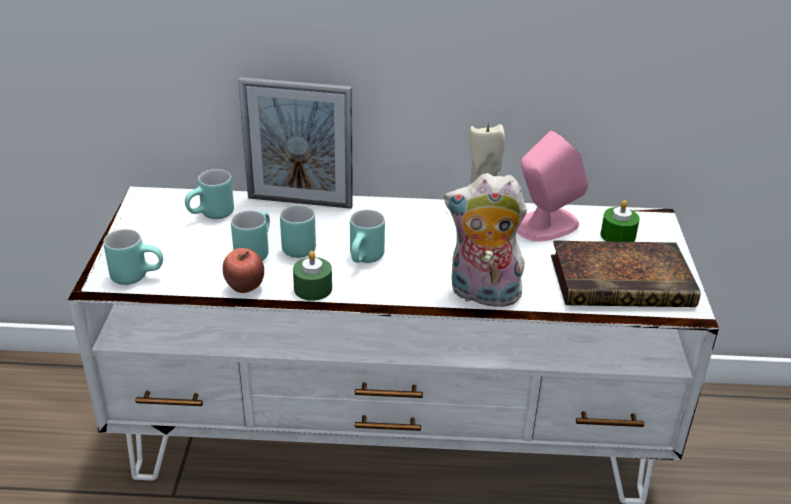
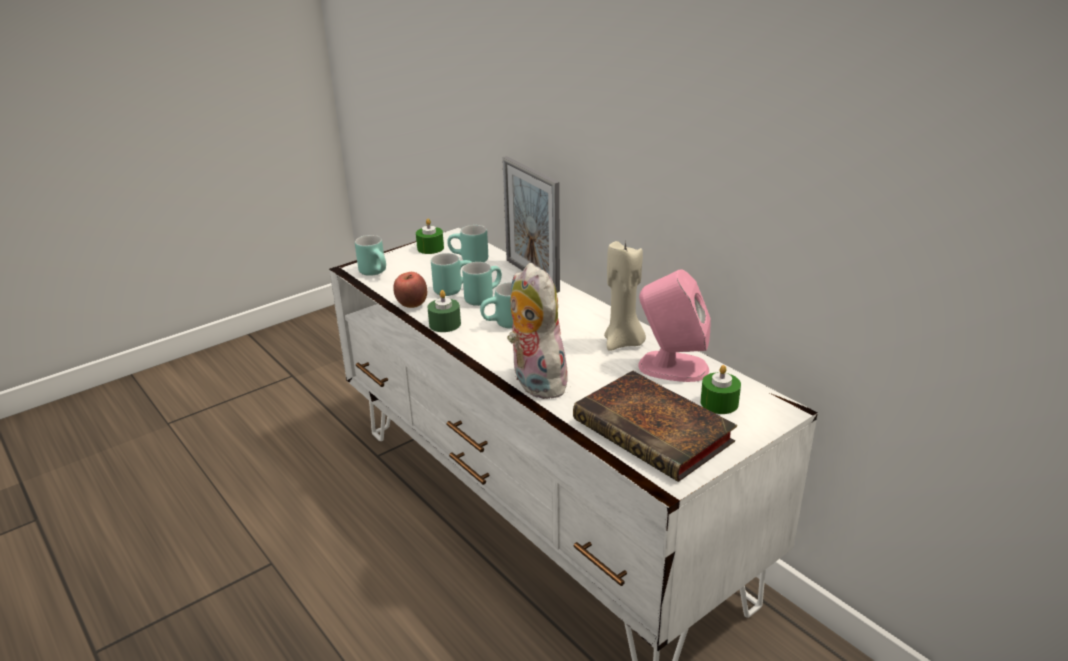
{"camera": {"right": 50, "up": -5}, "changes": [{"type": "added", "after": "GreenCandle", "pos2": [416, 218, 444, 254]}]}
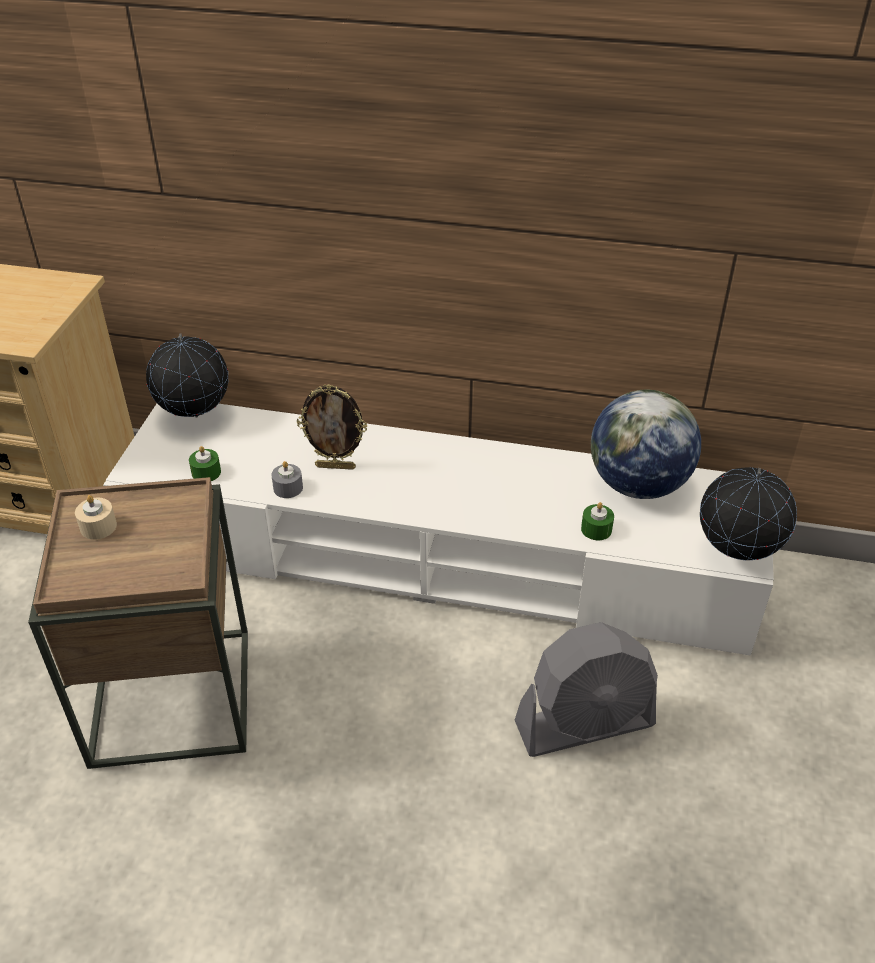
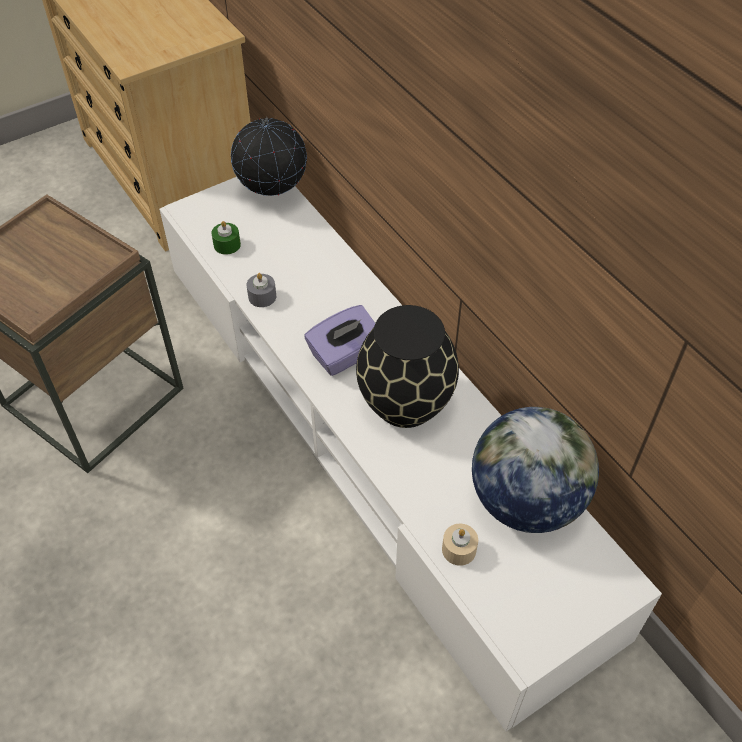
{"camera": {"right": 45, "up": 10}, "changes": [{"type": "removed", "before": "PictureFrame", "pos1": [297, 384, 367, 470]}, {"type": "removed", "before": "GreyFan", "pos1": [515, 622, 658, 757]}, {"type": "removed", "before": "GreenCandle", "pos1": [581, 502, 614, 540]}, {"type": "removed", "before": "Globe", "pos1": [700, 467, 797, 560]}, {"type": "added", "after": "PurpleTissueBox", "pos2": [304, 305, 375, 376]}, {"type": "added", "after": "BlackVase", "pos2": [356, 305, 459, 428]}, {"type": "moved", "before": "BeigeCandle", "pos1": [75, 495, 117, 540], "pos2": [442, 524, 478, 566]}]}
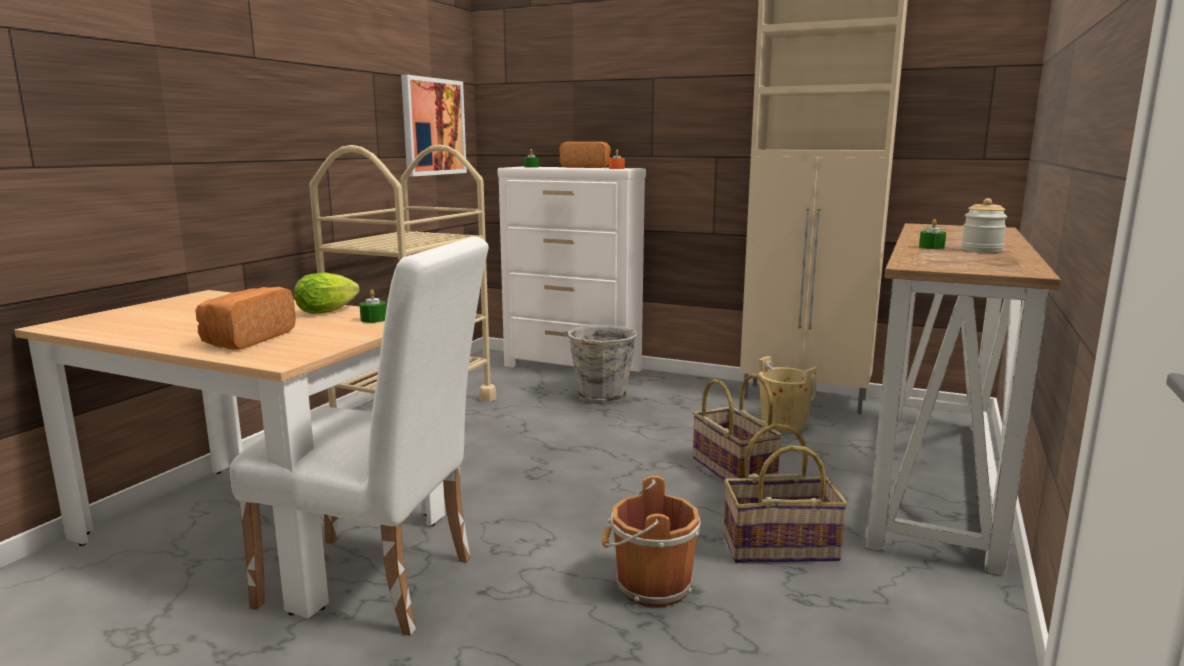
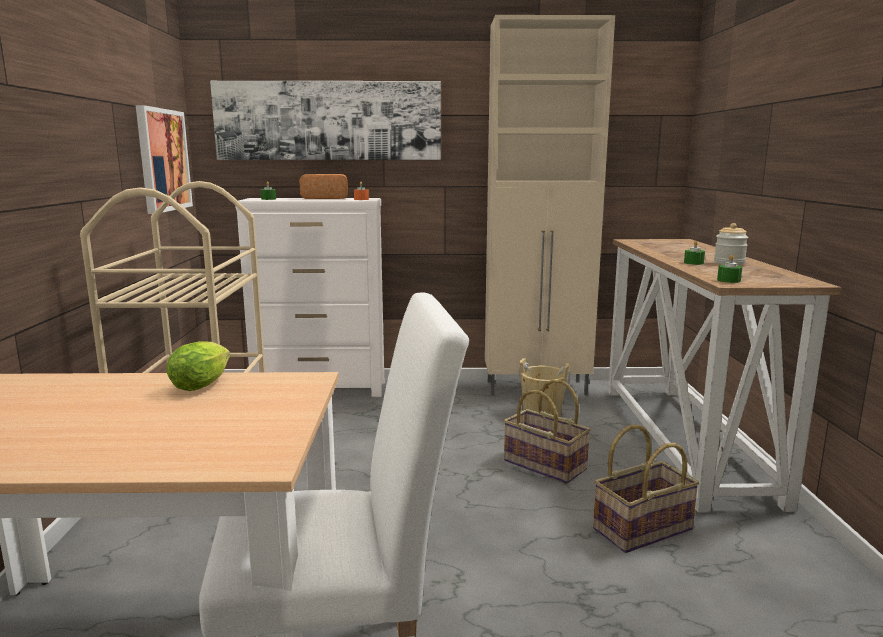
{"camera": {"right": -25, "up": 0}, "changes": [{"type": "removed", "before": "Bread", "pos1": [195, 287, 296, 350]}, {"type": "removed", "before": "GreyBucket", "pos1": [563, 325, 637, 404]}, {"type": "removed", "before": "BrownBucket", "pos1": [602, 475, 701, 607]}, {"type": "added", "after": "Picture", "pos2": [210, 81, 441, 160]}, {"type": "moved", "before": "GreenCandle", "pos1": [359, 289, 386, 323], "pos2": [717, 255, 742, 283]}]}
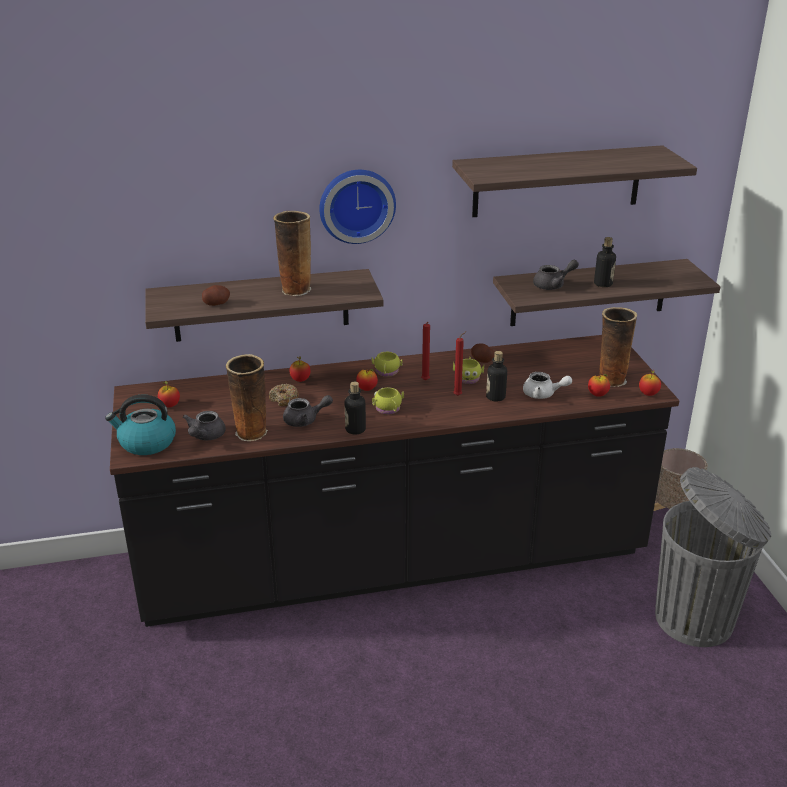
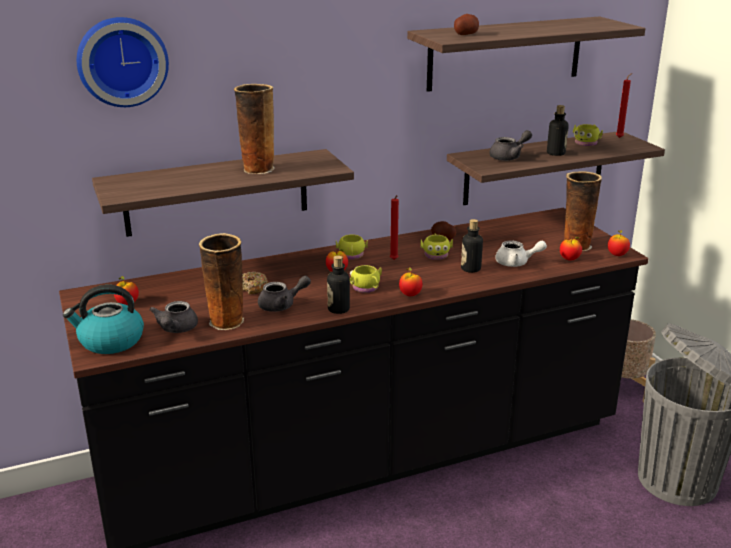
{"camera": {"right": -10, "up": -5}, "changes": [{"type": "added", "after": "YellowMug", "pos2": [573, 124, 603, 146]}, {"type": "moved", "before": "Potato", "pos1": [202, 285, 230, 306], "pos2": [454, 14, 479, 35]}, {"type": "moved", "before": "Apple", "pos1": [290, 356, 310, 382], "pos2": [399, 267, 423, 296]}, {"type": "moved", "before": "WallClock", "pos1": [319, 170, 396, 244], "pos2": [77, 17, 169, 107]}, {"type": "moved", "before": "RedCandle", "pos1": [453, 331, 467, 396], "pos2": [616, 73, 632, 138]}]}
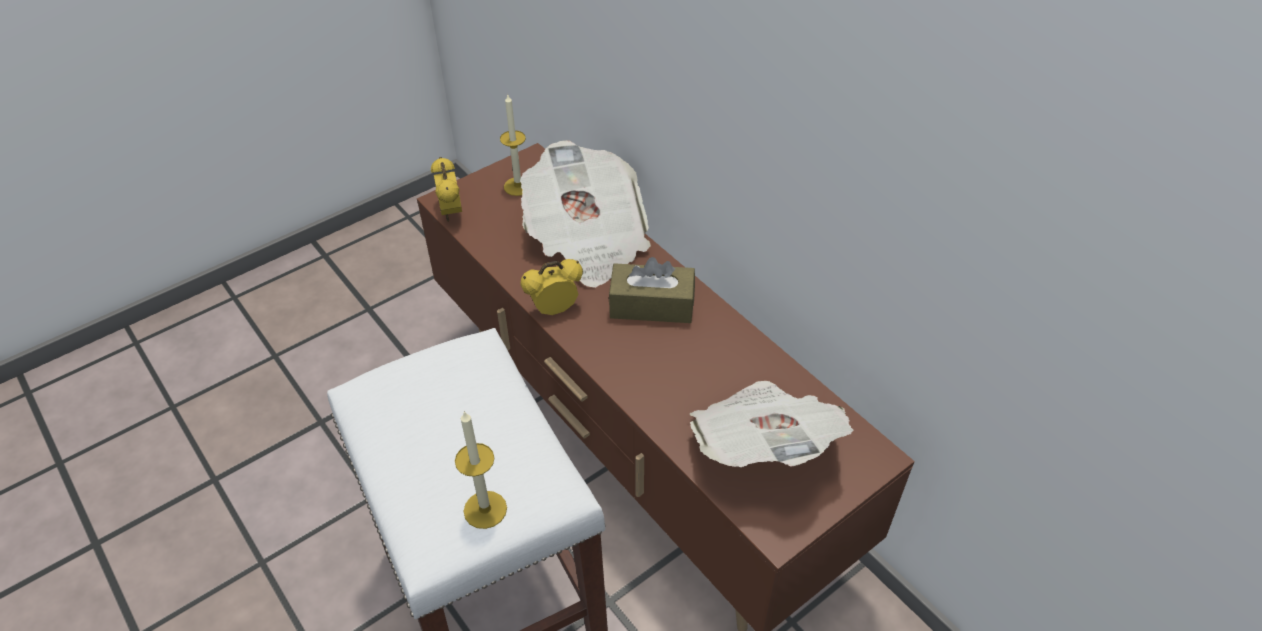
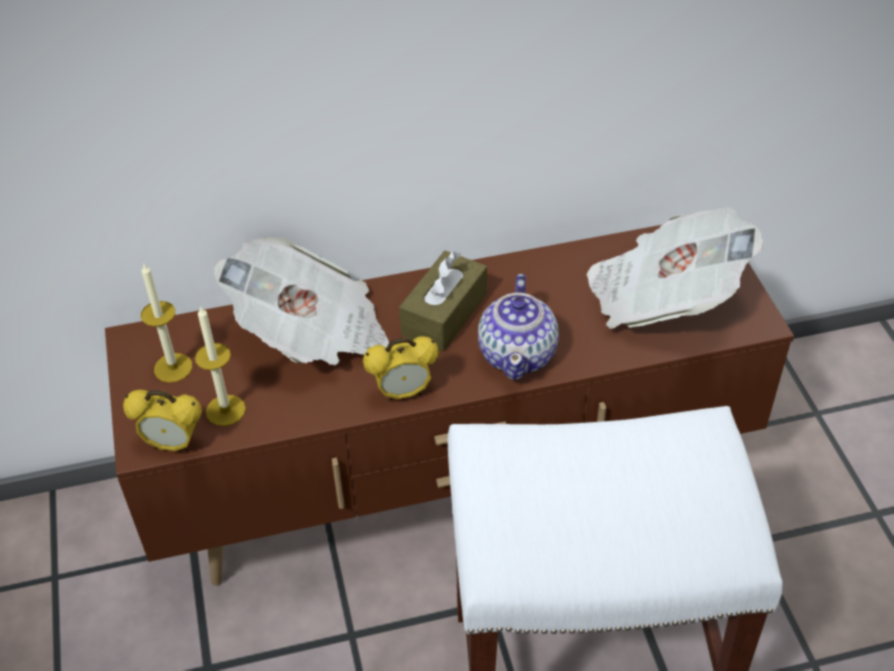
{"camera": {"right": -65, "up": 0}, "changes": [{"type": "added", "after": "Teapot", "pos2": [478, 274, 559, 380]}, {"type": "moved", "before": "Candle", "pos1": [455, 411, 507, 529], "pos2": [195, 305, 246, 426]}, {"type": "turned", "before": "AlarmClock", "pos1": [520, 259, 583, 315], "pos2": [363, 336, 439, 401], "turn": -105}]}
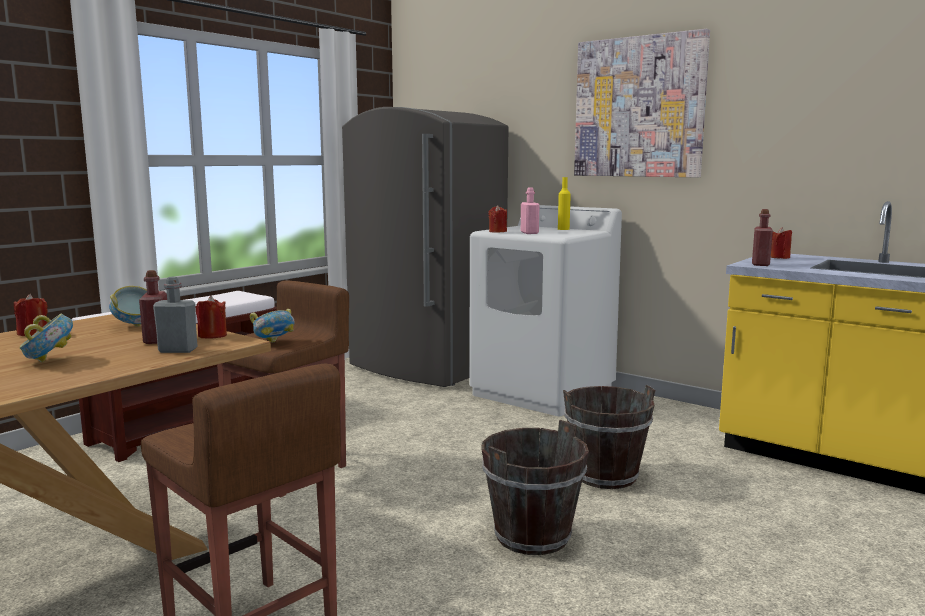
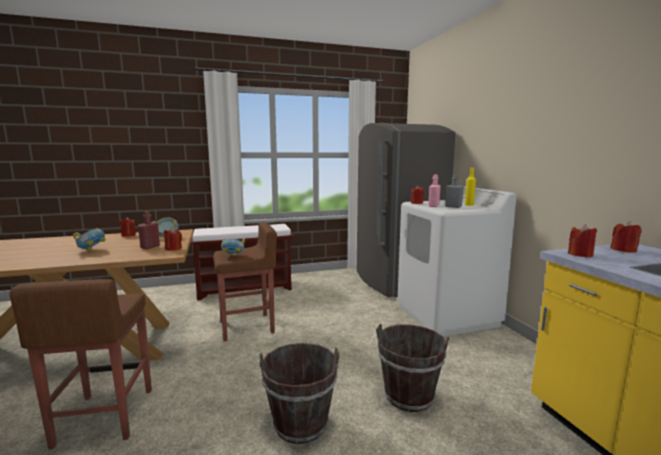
{"camera": {"right": 35, "up": 0}, "changes": [{"type": "removed", "before": "Picture", "pos1": [574, 29, 710, 177]}, {"type": "moved", "before": "GreyBottle", "pos1": [153, 277, 198, 353], "pos2": [445, 175, 464, 208]}, {"type": "replaced", "before": "RedBottle", "after": "RedCandle", "pos1": [752, 209, 773, 266], "pos2": [568, 224, 597, 257]}]}
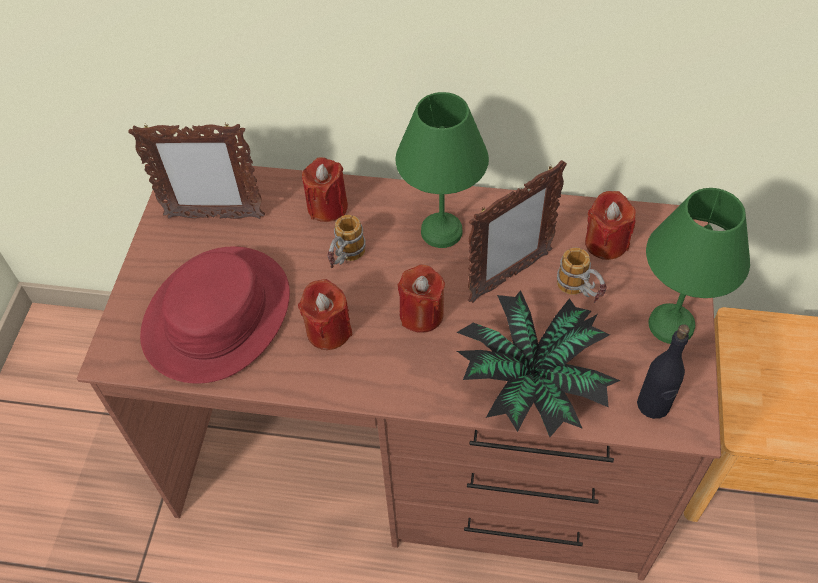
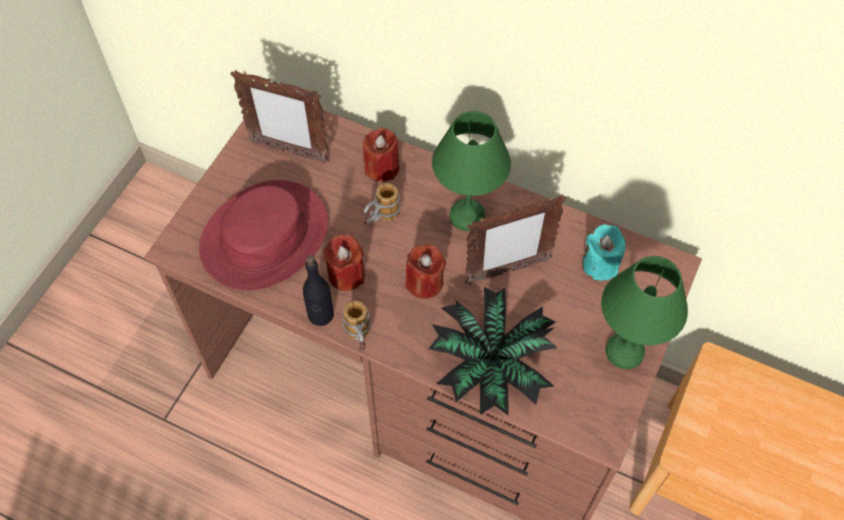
{"camera": {"right": 15, "up": 5}, "changes": [{"type": "moved", "before": "Mug", "pos1": [557, 248, 607, 303], "pos2": [342, 301, 371, 353]}, {"type": "moved", "before": "BlackBottle", "pos1": [637, 324, 690, 419], "pos2": [303, 255, 334, 326]}, {"type": "recoloured", "before": "RedCandle", "after": "TurquoiseCandle", "pos1": [585, 191, 636, 260], "pos2": [582, 224, 626, 281]}]}
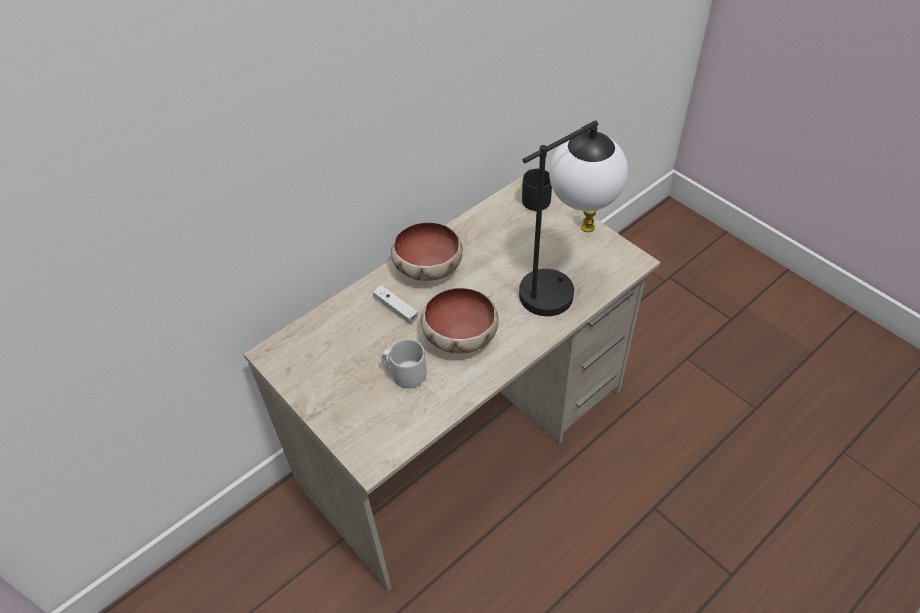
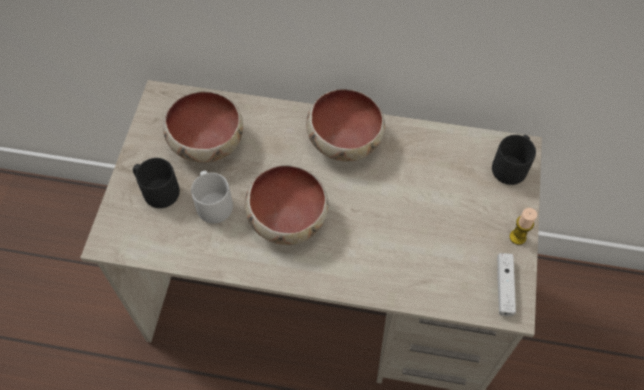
{"camera": {"right": 50, "up": 10}, "changes": [{"type": "removed", "before": "TableLamp", "pos1": [519, 120, 628, 316]}, {"type": "added", "after": "BlackMug", "pos2": [133, 158, 180, 208]}, {"type": "added", "after": "Bowl", "pos2": [163, 91, 243, 163]}, {"type": "moved", "before": "WhiteGameController", "pos1": [373, 285, 418, 323], "pos2": [497, 253, 516, 316]}]}
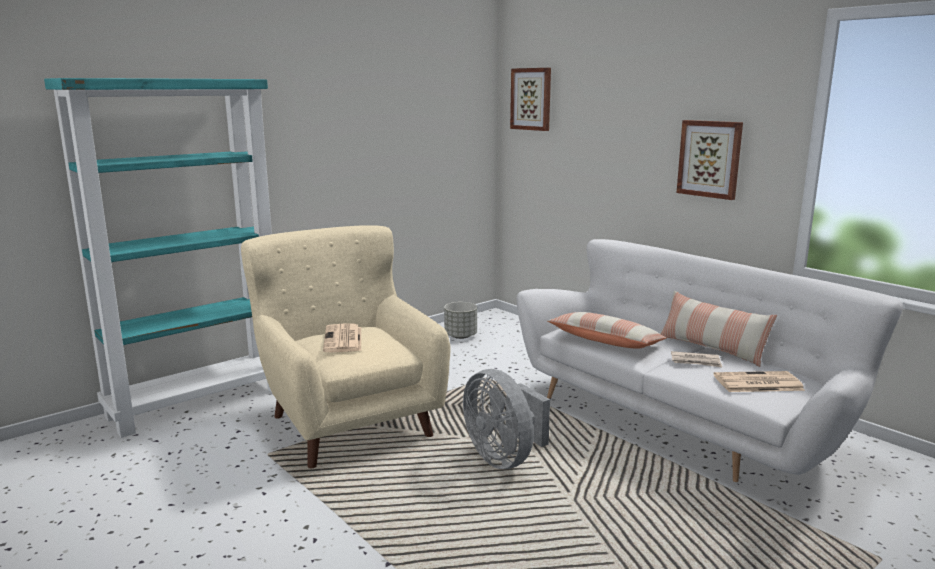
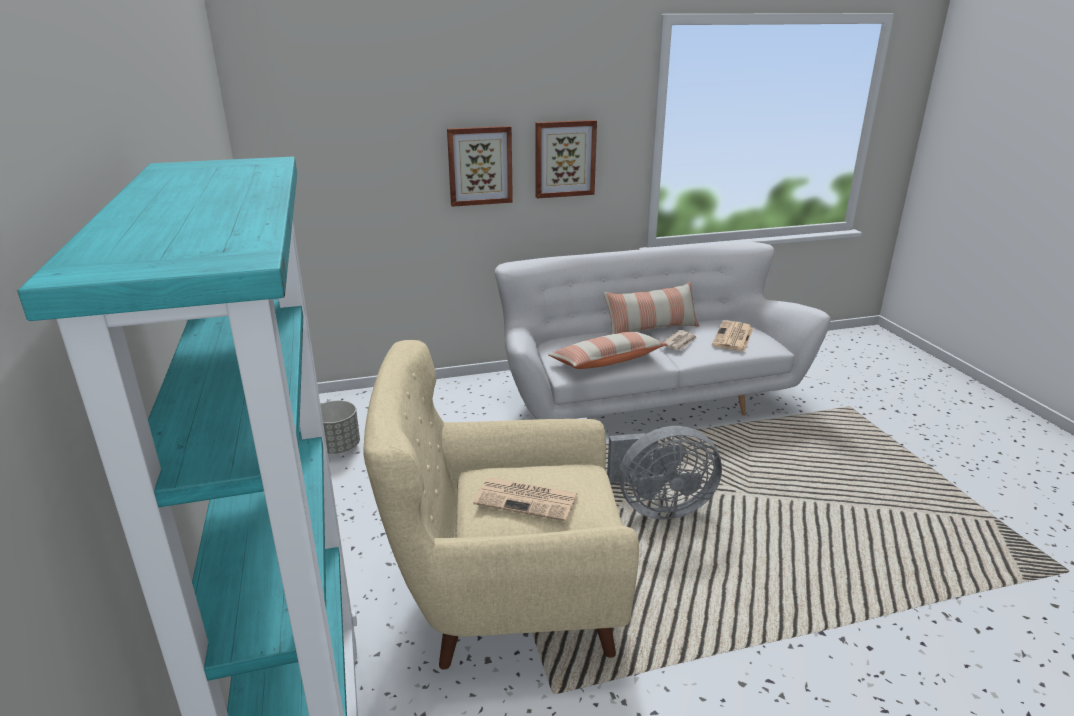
{"camera": {"right": -65, "up": 10}, "changes": [{"type": "moved", "before": "Picture", "pos1": [510, 68, 551, 131], "pos2": [447, 126, 513, 207]}]}
